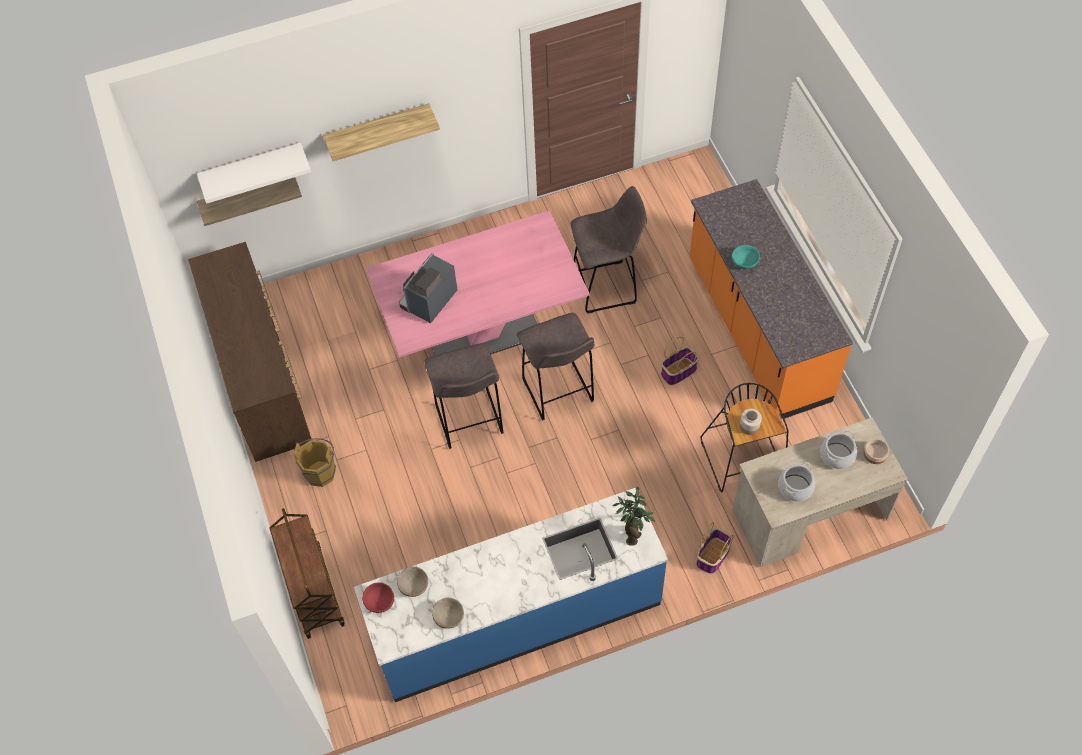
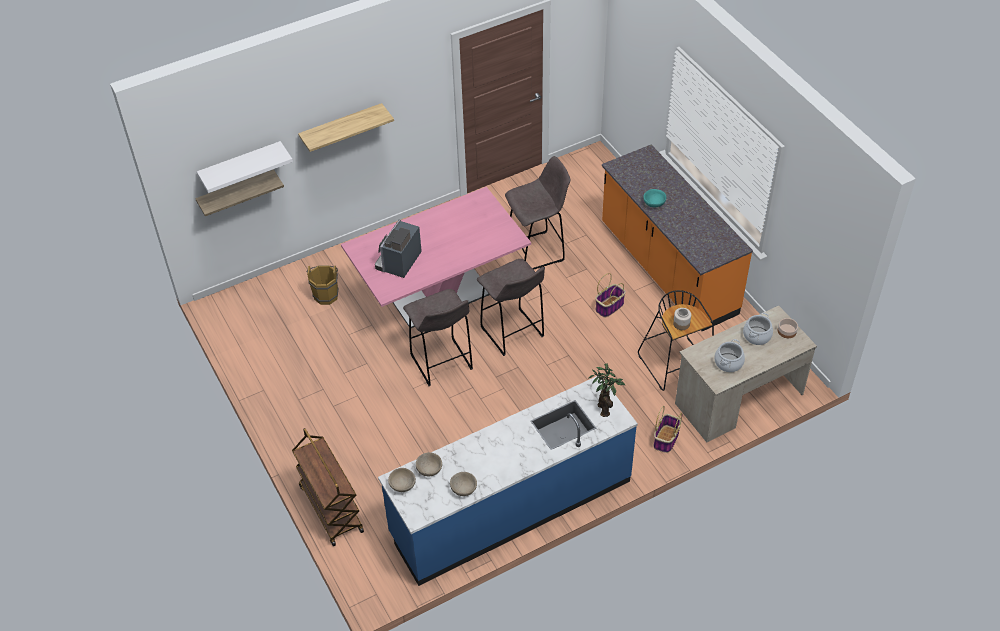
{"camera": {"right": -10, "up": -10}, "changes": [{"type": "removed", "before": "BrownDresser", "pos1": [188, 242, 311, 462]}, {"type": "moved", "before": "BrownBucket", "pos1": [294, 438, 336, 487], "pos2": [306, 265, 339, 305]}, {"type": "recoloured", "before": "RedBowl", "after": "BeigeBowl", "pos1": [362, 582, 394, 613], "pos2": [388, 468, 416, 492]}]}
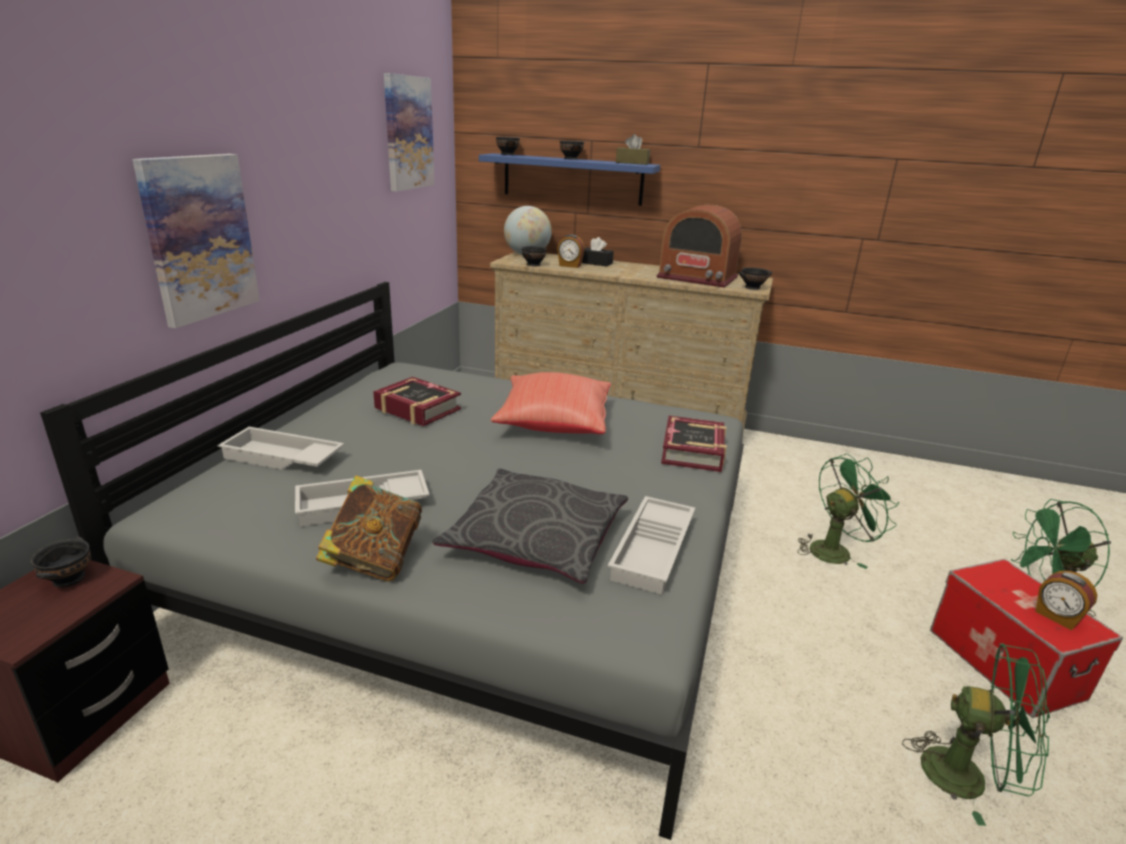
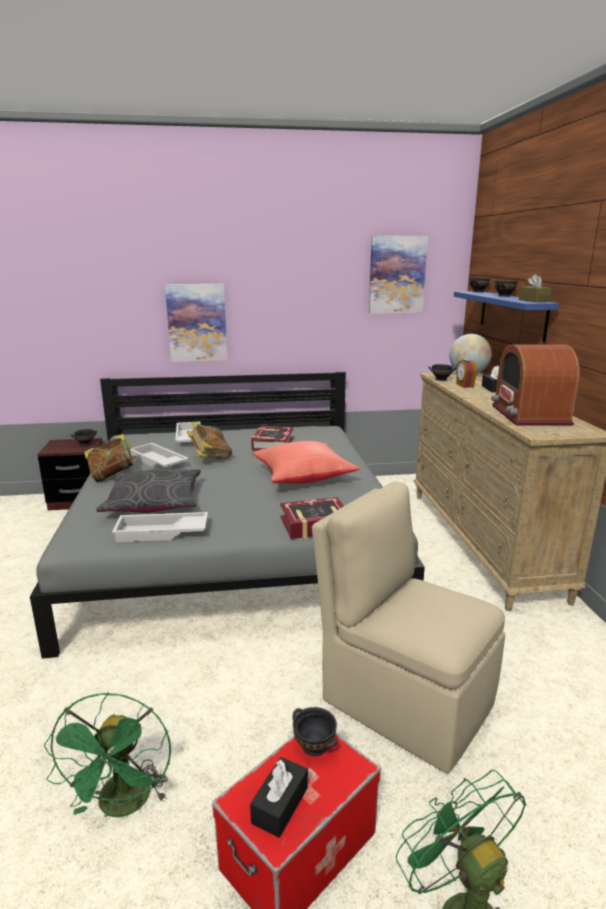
{"camera": {"right": 65, "up": -5}, "changes": [{"type": "added", "after": "Book", "pos2": [187, 422, 232, 460]}, {"type": "moved", "before": "BlackBowl", "pos1": [739, 267, 772, 290], "pos2": [293, 707, 338, 756]}, {"type": "replaced", "before": "GreenFan", "after": "BeigeChair", "pos1": [798, 454, 899, 569], "pos2": [312, 481, 505, 773]}, {"type": "replaced", "before": "AlarmClock", "after": "BlackTissueBox", "pos1": [1035, 571, 1097, 630], "pos2": [250, 757, 308, 838]}]}
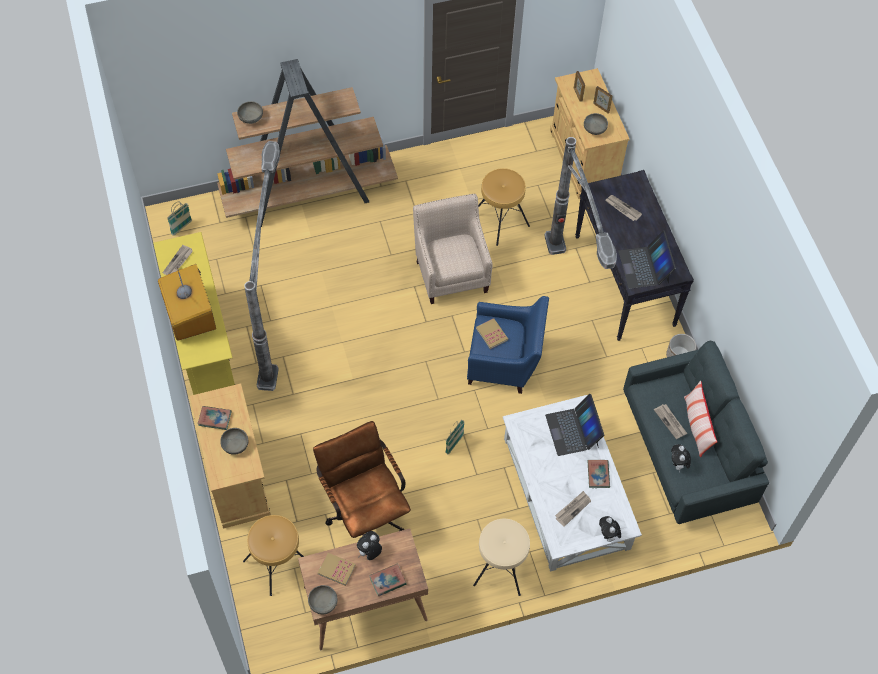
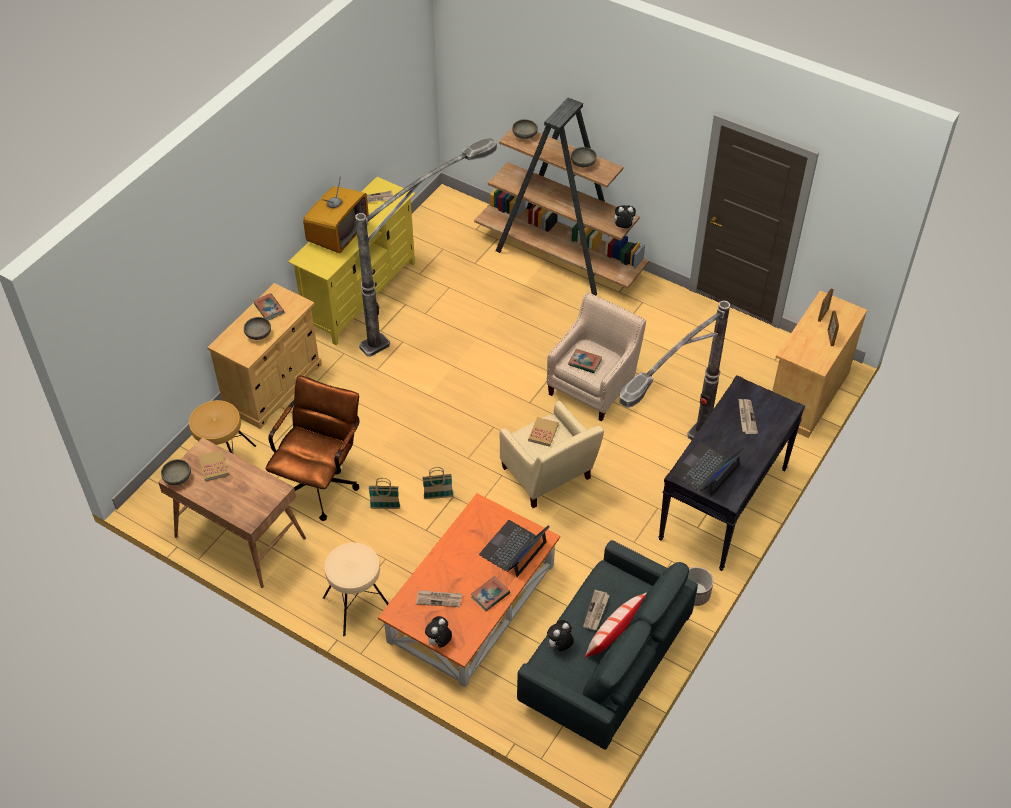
{"camera": {"right": 50, "up": -10}, "changes": [{"type": "removed", "before": "BrownStool", "pos1": [478, 168, 530, 246]}, {"type": "moved", "before": "Basket", "pos1": [167, 202, 192, 235], "pos2": [368, 478, 400, 509]}, {"type": "moved", "before": "PlushToy", "pos1": [357, 531, 382, 560], "pos2": [611, 205, 636, 228]}, {"type": "moved", "before": "Book", "pos1": [369, 563, 407, 596], "pos2": [568, 349, 602, 373]}, {"type": "moved", "before": "GreyBowl", "pos1": [584, 113, 608, 135], "pos2": [571, 147, 597, 167]}, {"type": "recoloured", "before": "BlueArmchair", "after": "BeigeArmchair", "pos1": [467, 296, 549, 394], "pos2": [499, 401, 604, 508]}, {"type": "recoloured", "before": "WhiteCoffeeTable", "after": "OrangeCoffeeTable", "pos1": [503, 395, 642, 572], "pos2": [378, 493, 560, 687]}]}
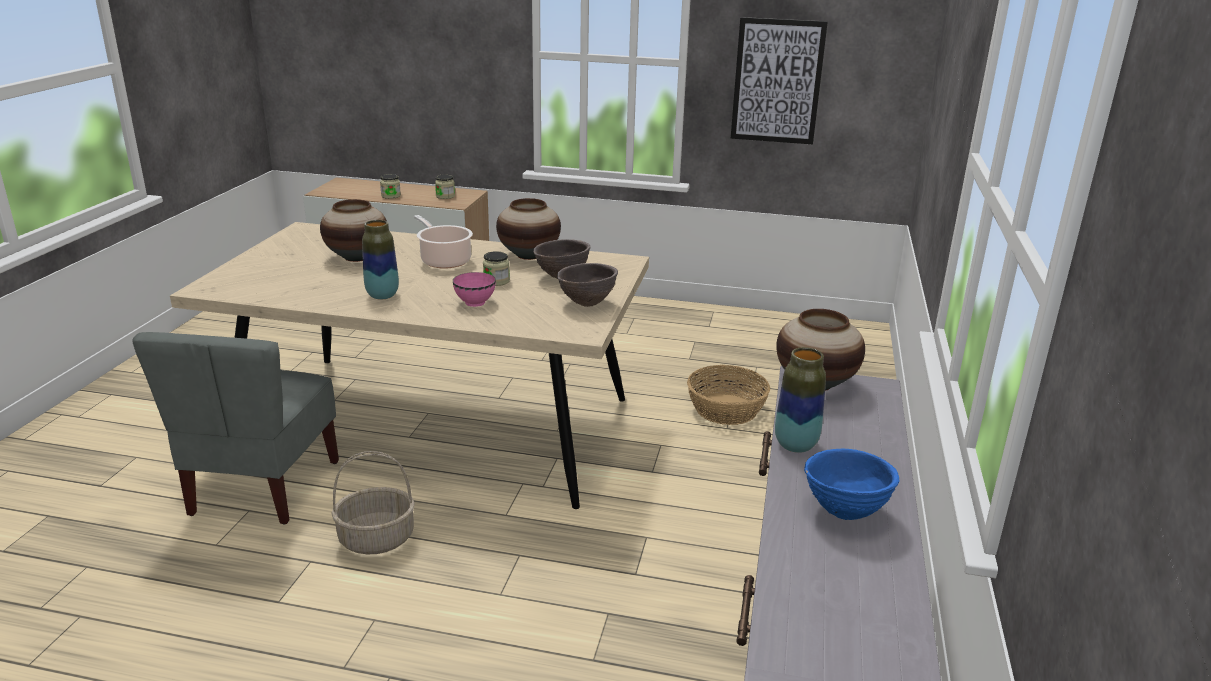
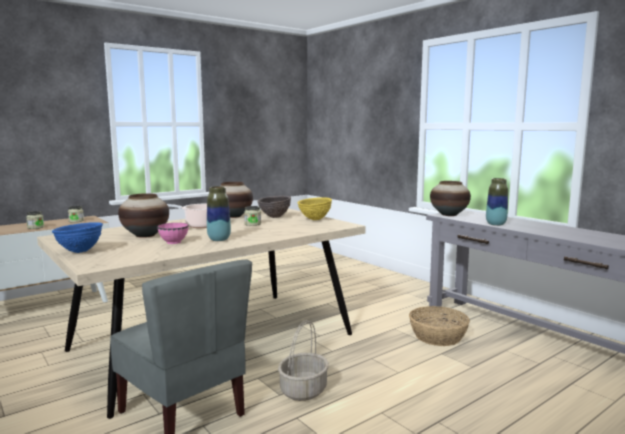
{"camera": {"right": -50, "up": -15}, "changes": [{"type": "removed", "before": "Picture", "pos1": [731, 17, 828, 144]}, {"type": "moved", "before": "PinkBowl", "pos1": [453, 272, 496, 307], "pos2": [157, 223, 189, 244]}, {"type": "moved", "before": "Basket", "pos1": [687, 365, 770, 425], "pos2": [409, 306, 470, 346]}, {"type": "moved", "before": "BlueBowl", "pos1": [804, 449, 899, 520], "pos2": [52, 222, 103, 253]}, {"type": "recoloured", "before": "BrownBowl", "after": "YellowBowl", "pos1": [557, 263, 618, 307], "pos2": [298, 197, 332, 220]}]}
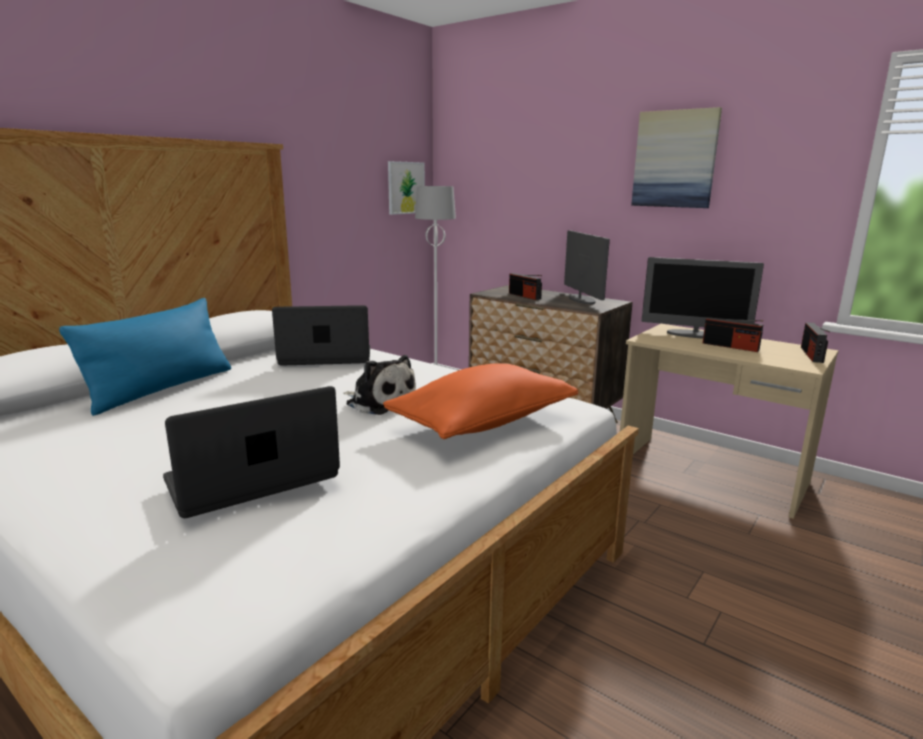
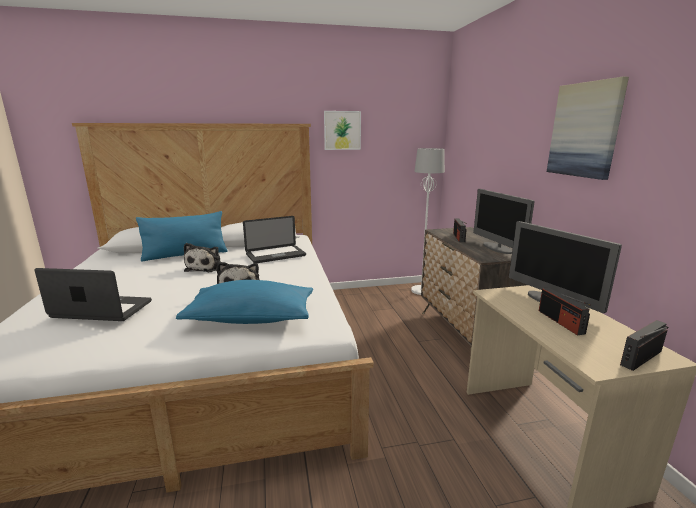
{"camera": {"right": 40, "up": 0}, "changes": [{"type": "added", "after": "PlushToy", "pos2": [184, 243, 221, 272]}, {"type": "moved", "before": "Picture", "pos1": [388, 161, 425, 215], "pos2": [324, 111, 361, 150]}, {"type": "recoloured", "before": "OrangePillow", "after": "BluePillow", "pos1": [383, 363, 578, 439], "pos2": [176, 280, 313, 324]}, {"type": "turned", "before": "Laptop", "pos1": [272, 305, 370, 366], "pos2": [243, 216, 306, 263], "turn": 120}, {"type": "turned", "before": "Monitor", "pos1": [564, 230, 610, 304], "pos2": [473, 189, 535, 254], "turn": 135}]}
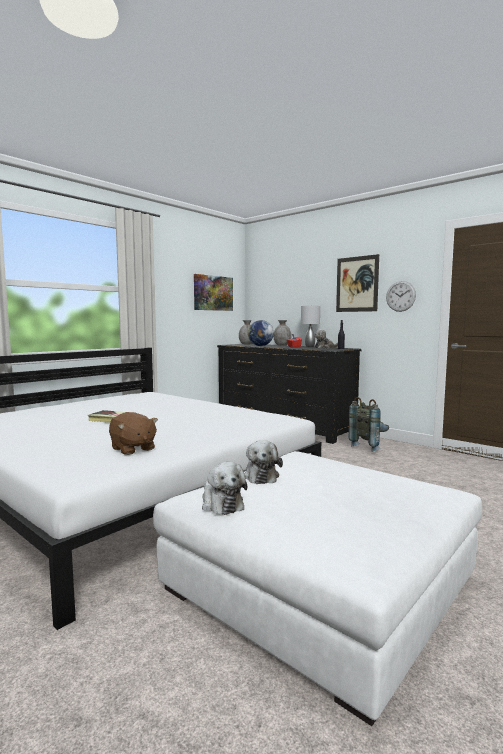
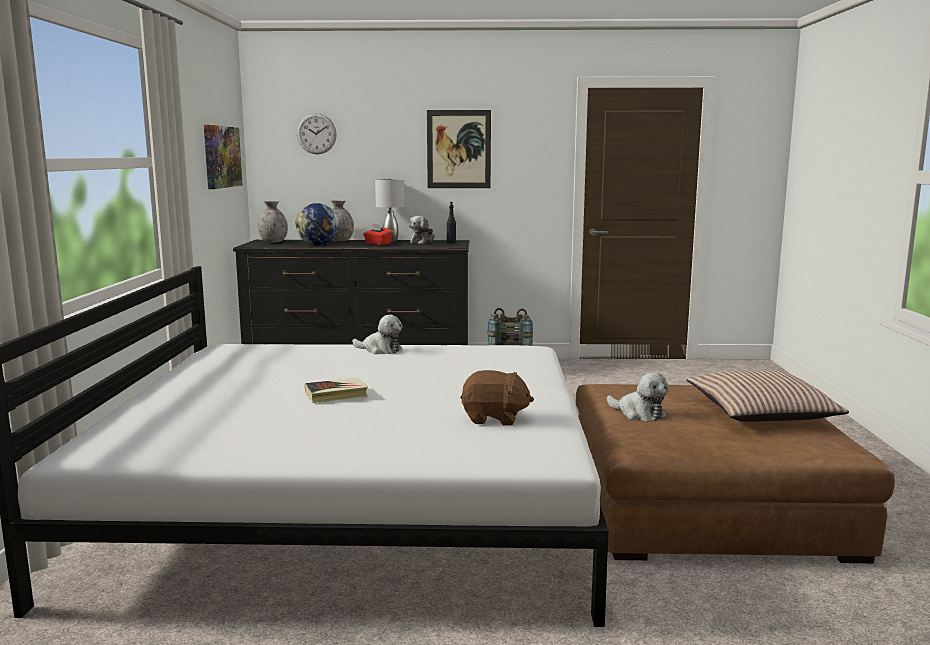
{"camera": {"right": -40, "up": 5}, "changes": [{"type": "added", "after": "Pillow", "pos2": [686, 370, 849, 422]}, {"type": "moved", "before": "PlushToy", "pos1": [202, 462, 247, 515], "pos2": [352, 315, 402, 354]}, {"type": "moved", "before": "WallClock", "pos1": [386, 281, 416, 312], "pos2": [297, 113, 337, 154]}, {"type": "recoloured", "before": "WhiteOttoman", "after": "BrownOttoman", "pos1": [153, 451, 482, 726], "pos2": [576, 384, 895, 563]}]}
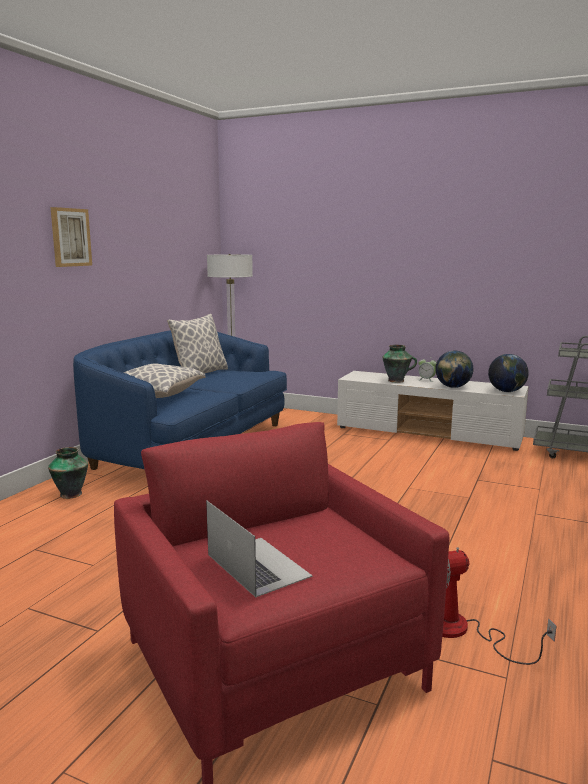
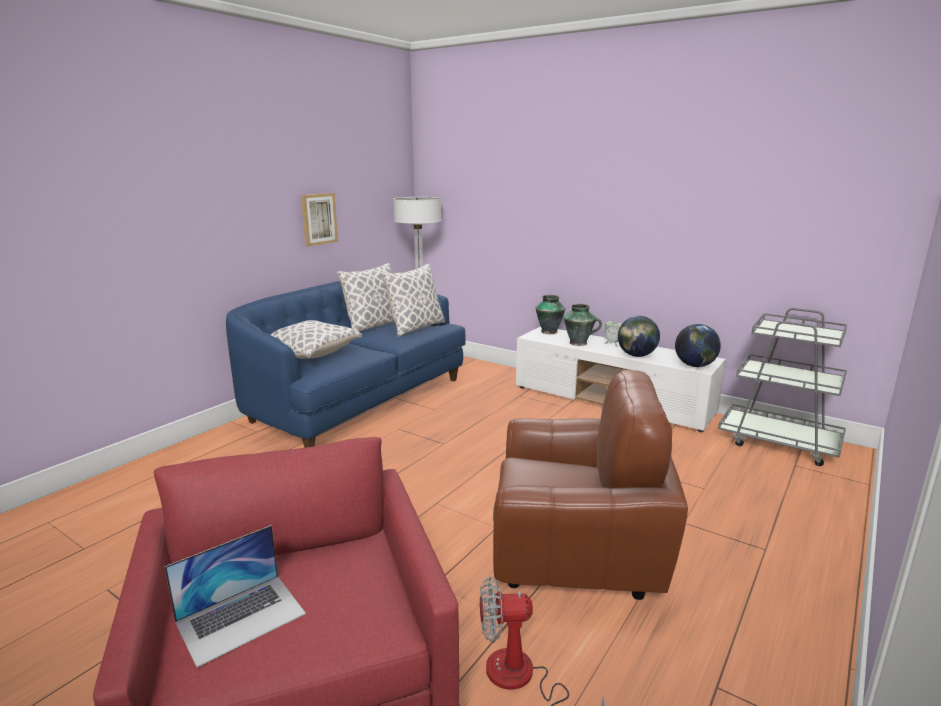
{"camera": {"right": 10, "up": 5}, "changes": [{"type": "added", "after": "Pillow", "pos2": [381, 264, 445, 337]}, {"type": "added", "after": "BrownArmchair", "pos2": [493, 370, 688, 600]}, {"type": "moved", "before": "Vase", "pos1": [48, 447, 88, 499], "pos2": [536, 295, 565, 334]}, {"type": "moved", "before": "Picture", "pos1": [50, 207, 92, 267], "pos2": [301, 193, 338, 246]}, {"type": "turned", "before": "Laptop", "pos1": [206, 500, 313, 598], "pos2": [164, 525, 306, 668], "turn": 75}]}
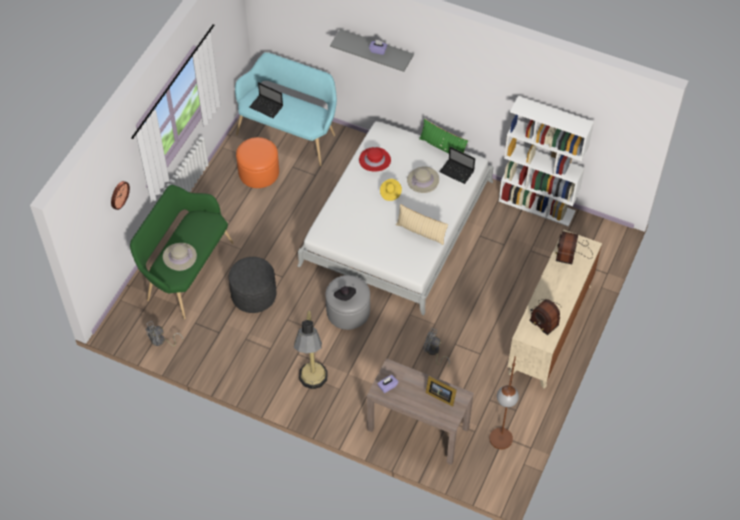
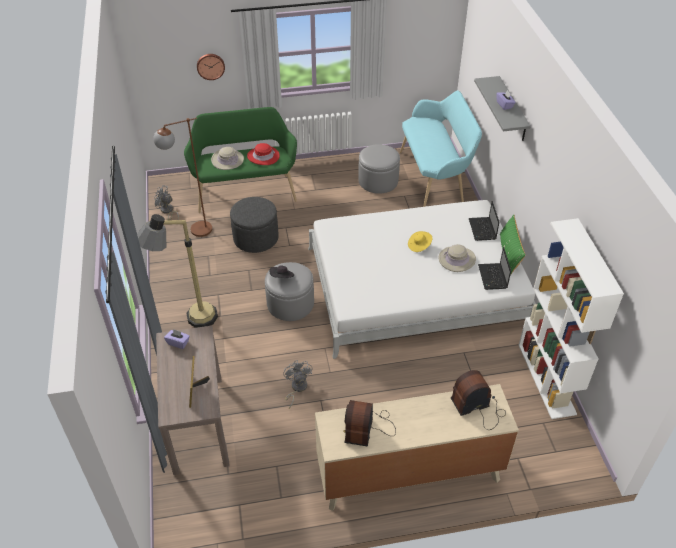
{"camera": {"right": 55, "up": -10}, "changes": [{"type": "removed", "before": "BeigePillow", "pos1": [396, 204, 448, 245]}, {"type": "moved", "before": "Laptop", "pos1": [249, 82, 283, 118], "pos2": [469, 201, 499, 241]}, {"type": "moved", "before": "RedHat", "pos1": [359, 147, 391, 172], "pos2": [247, 143, 280, 165]}, {"type": "moved", "before": "BrownFloorLamp", "pos1": [489, 356, 519, 449], "pos2": [153, 118, 212, 237]}, {"type": "recoloured", "before": "OrangeOttoman", "after": "GreyOttoman", "pos1": [236, 137, 279, 188], "pos2": [358, 145, 400, 194]}]}
